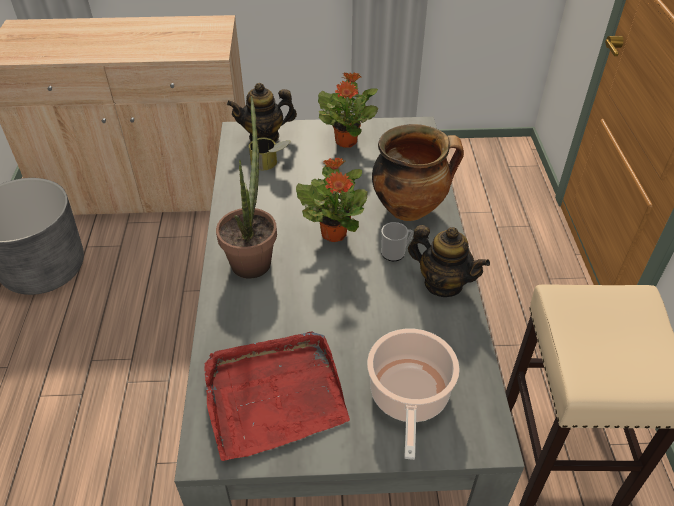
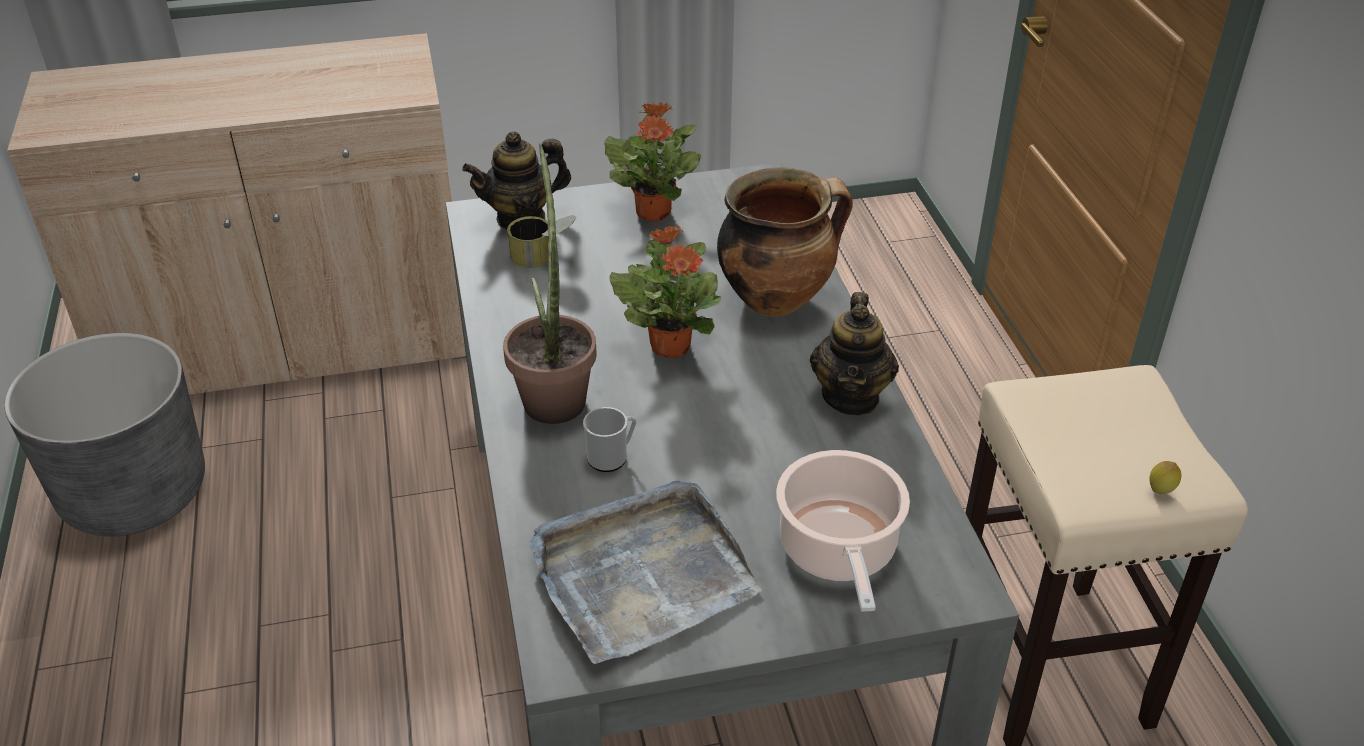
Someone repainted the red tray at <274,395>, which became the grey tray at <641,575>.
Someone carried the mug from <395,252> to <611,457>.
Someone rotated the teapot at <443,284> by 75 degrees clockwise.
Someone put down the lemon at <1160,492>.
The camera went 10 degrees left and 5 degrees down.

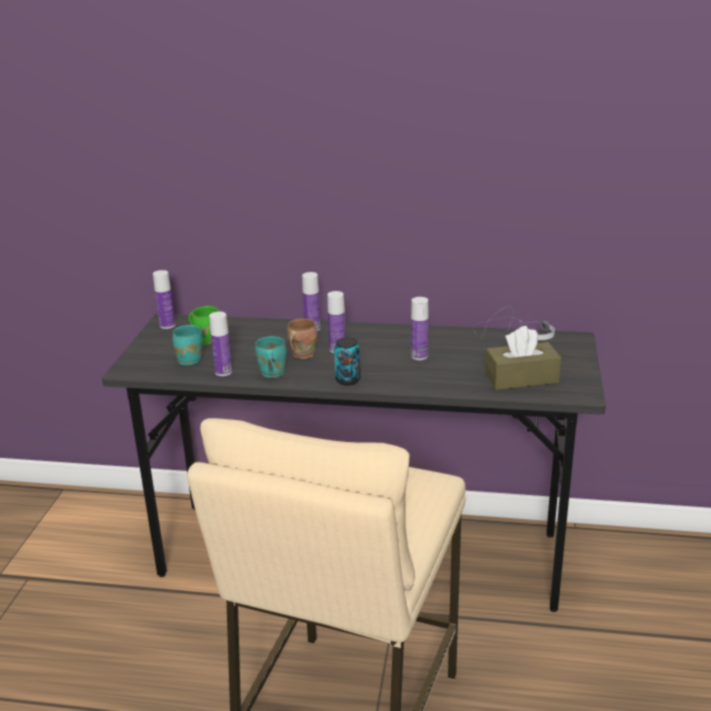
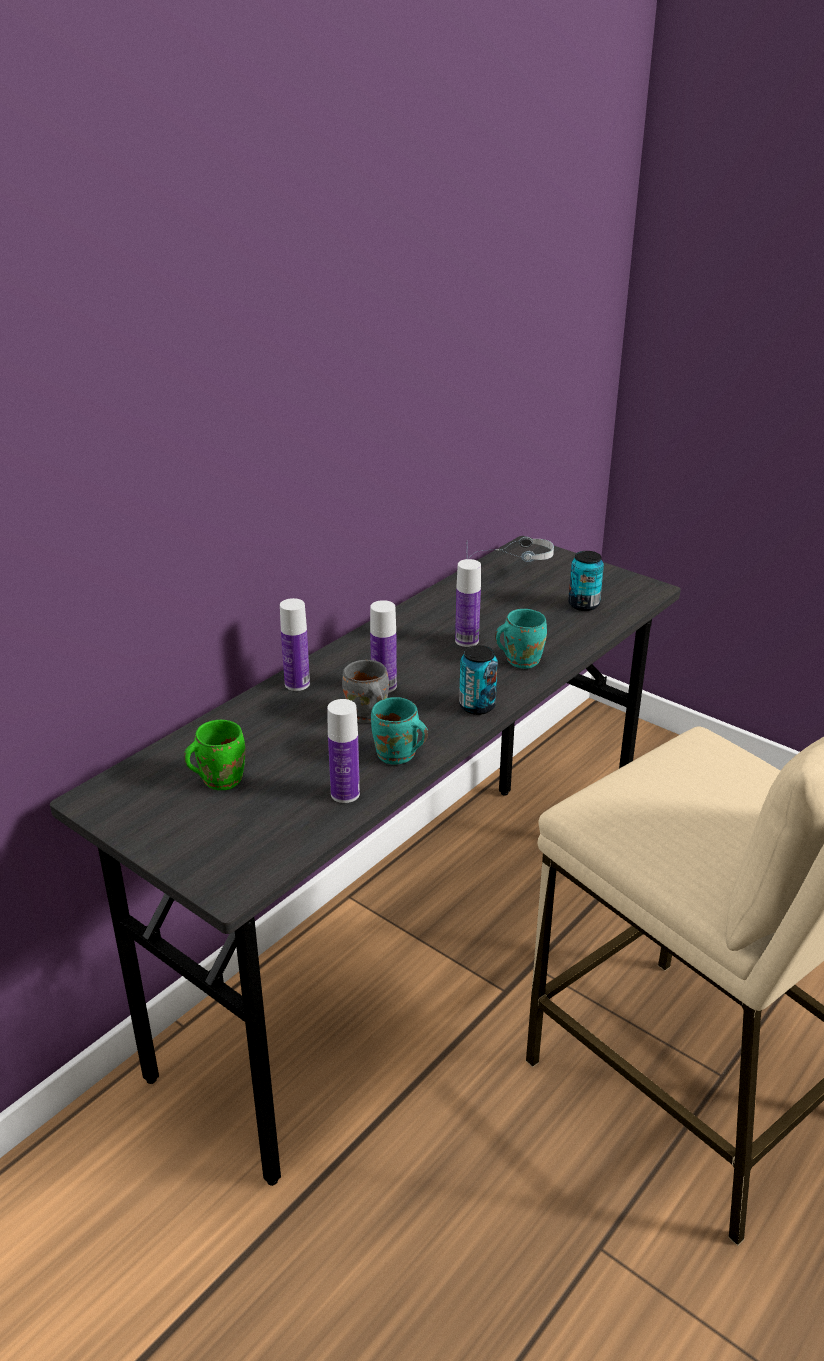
Someone took away the bottle at <167,325>.
Someone carried the turquoise mug from <190,359> to <520,660>.
Someone repainted the brown mug at <301,354>, which became the grey mug at <366,716>.
Someone swapped the brown tissue box at <521,378> for the can at <583,604>.
The camera went 60 degrees left and 5 degrees up.

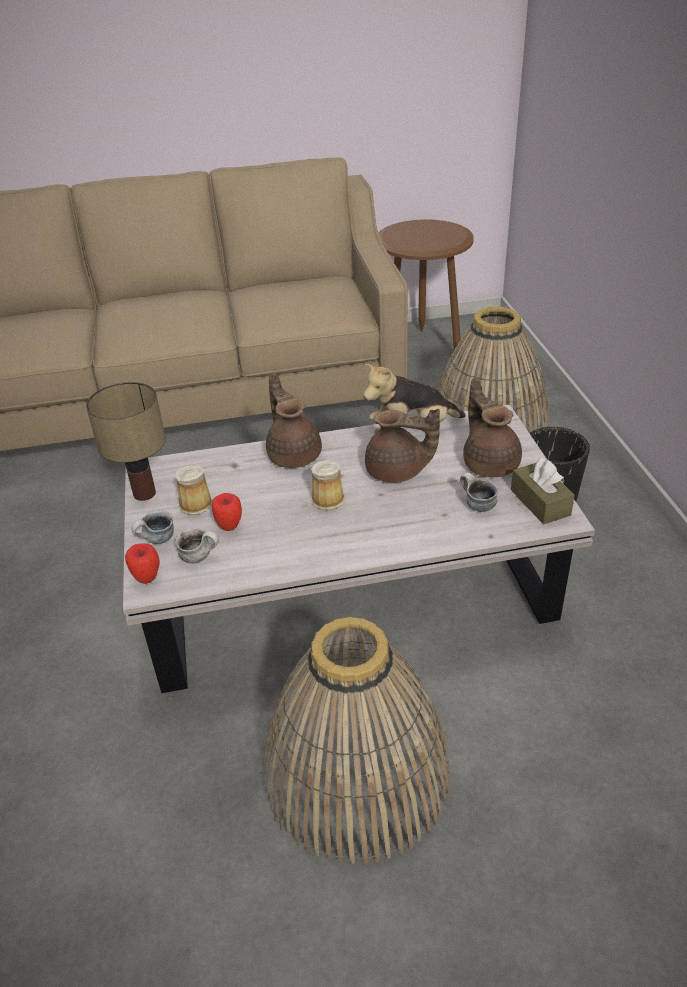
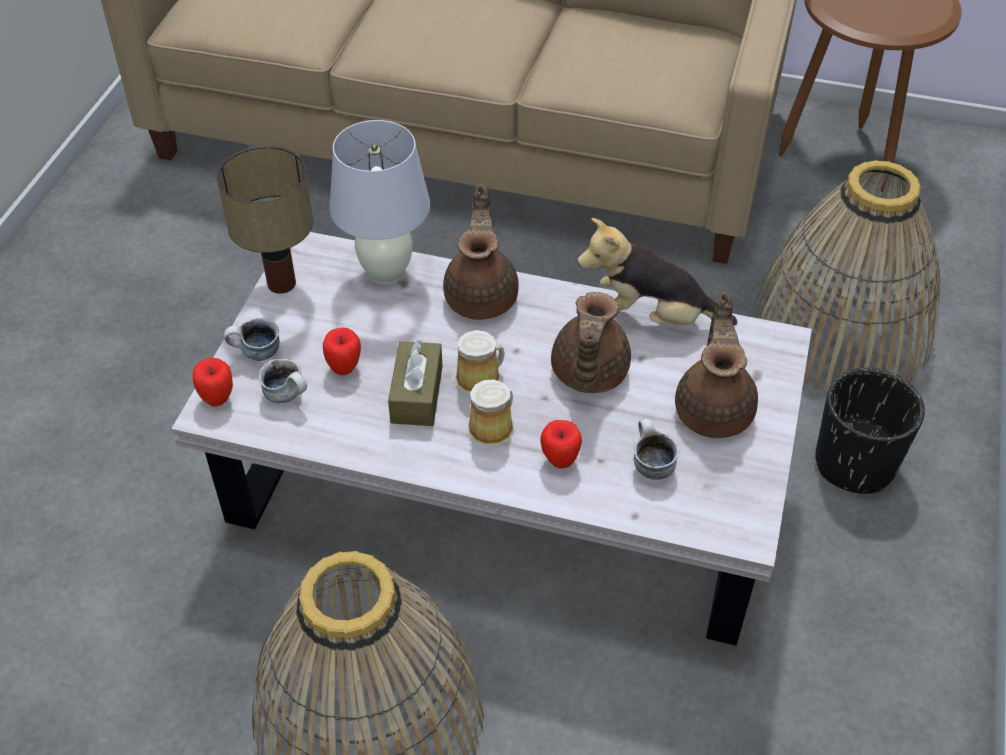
Someone carried the mug from <196,503> to <493,427>.
Someone rotated the brown teapot at <397,472> by 60 degrees clockwise.
Someone carried the brown tissue box from <540,502> to <417,394>.
Someone put down the white table lamp at <385,272>.
Someone put down the apple at <560,461>.
The camera went 25 degrees right and 10 degrees up.

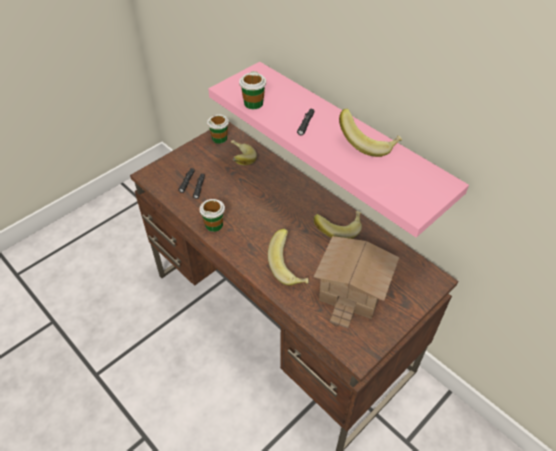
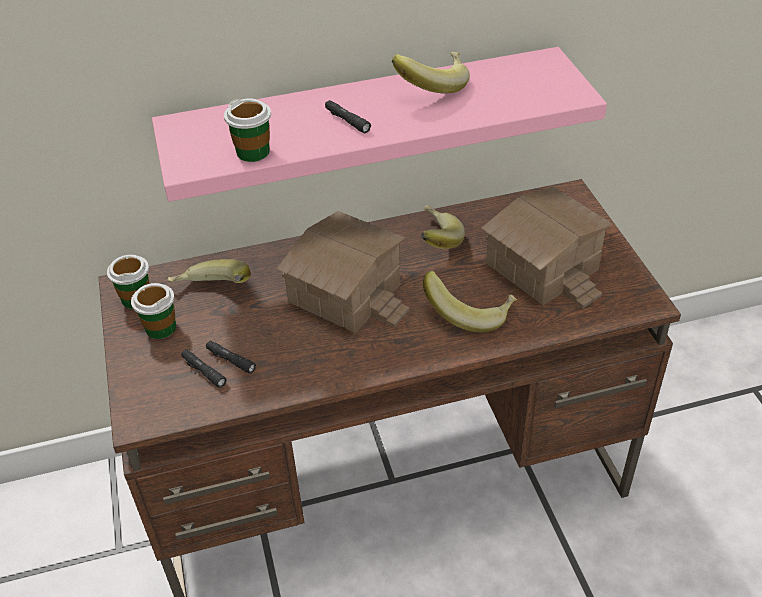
Someone carried the cup from <214,224> to <160,328>.
Someone put down the toy house at <345,292>.
The camera went 60 degrees left and 5 degrees down.

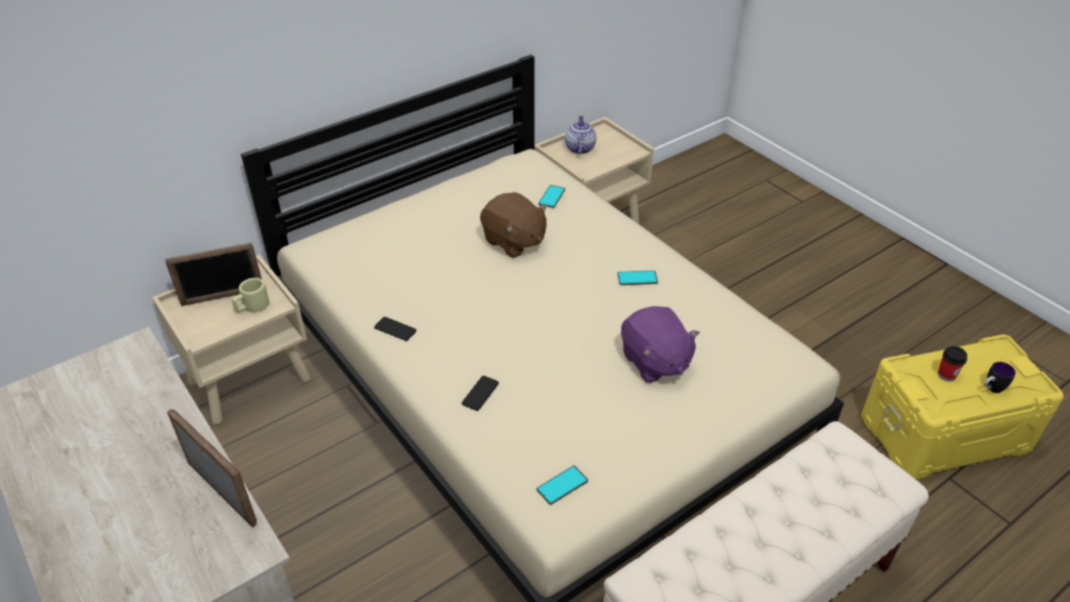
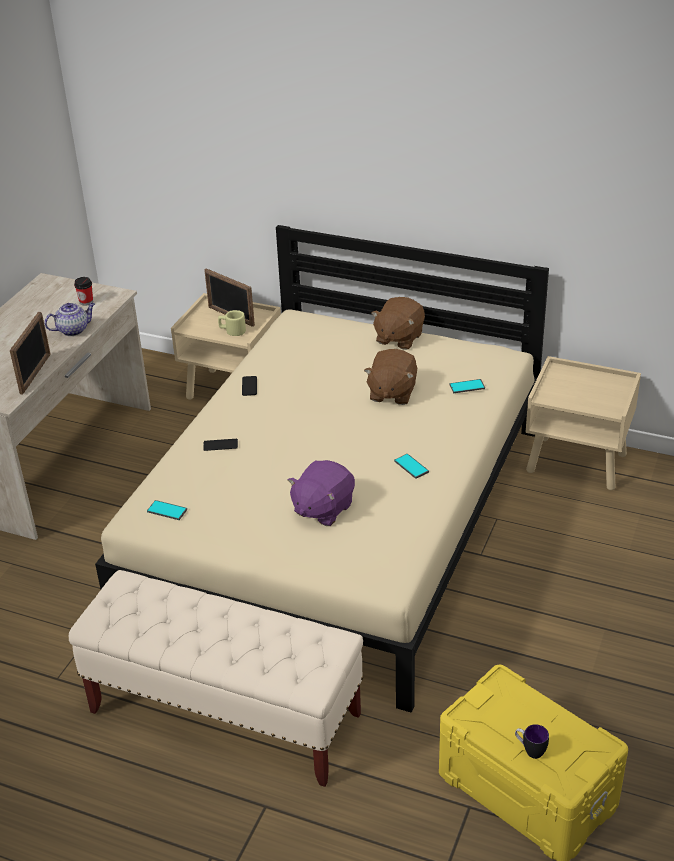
Someone carried the teapot from <579,148> to <73,330>.
Someone carried the cup from <946,375> to <86,302>.
Someone put down the brown plush toy at <398,338>.
The camera went 60 degrees right and 5 degrees down.

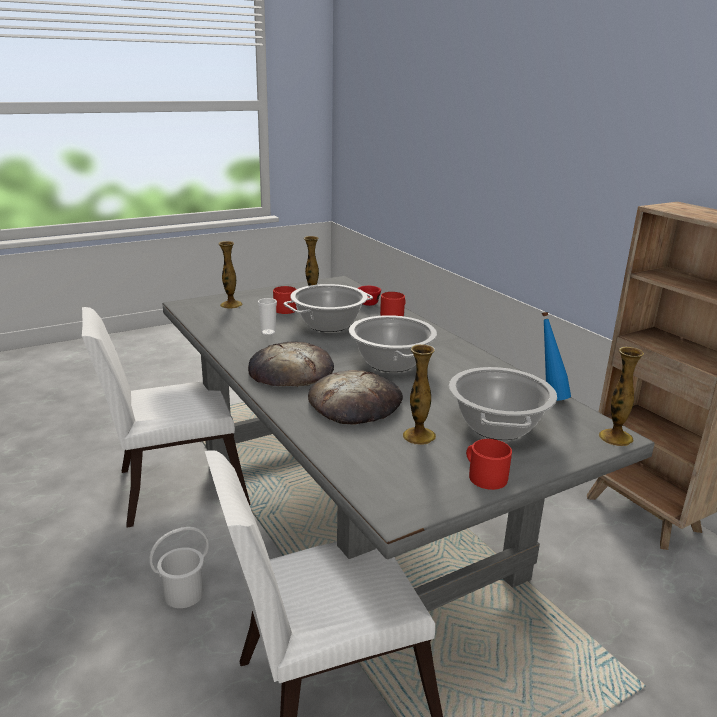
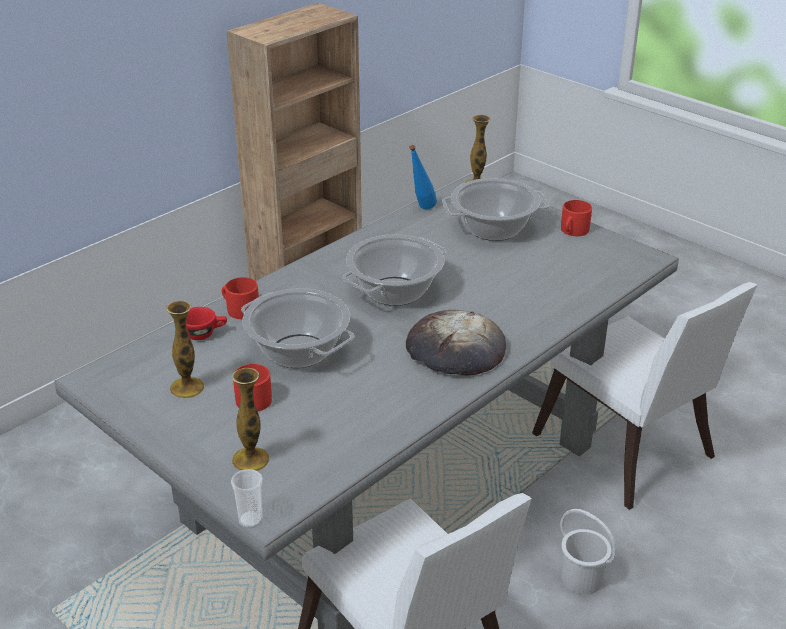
Someone carried the cup from <268,332> to <250,520>.
Someone took away the bread at <355,403>.
Someone took away the vase at <419,436>.
The camera went 105 degrees left and 10 degrees up.

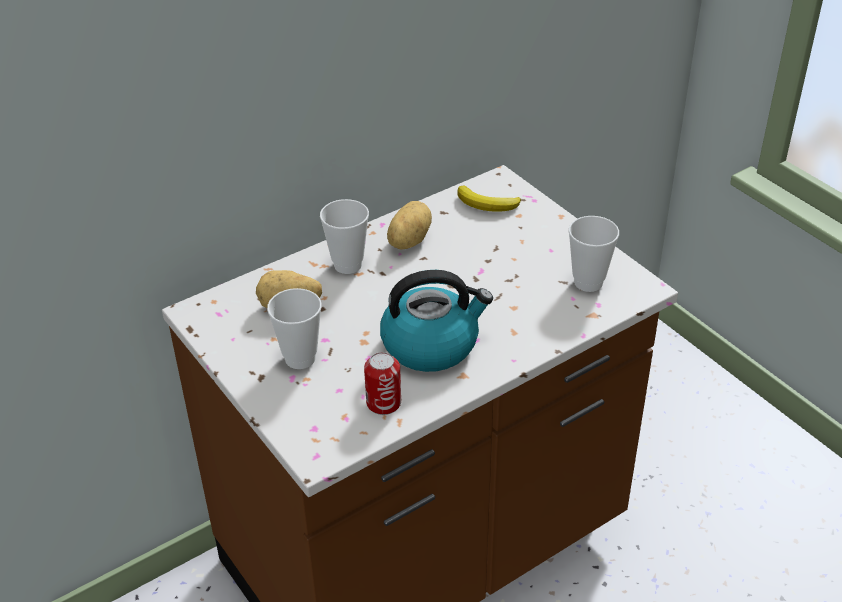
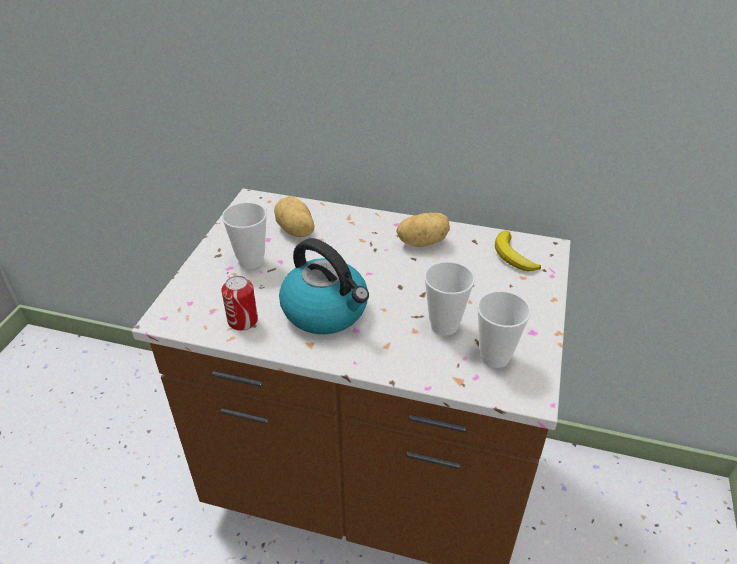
Someone carried the cup from <348,265> to <444,325>.
The camera went 50 degrees right and 0 degrees up.

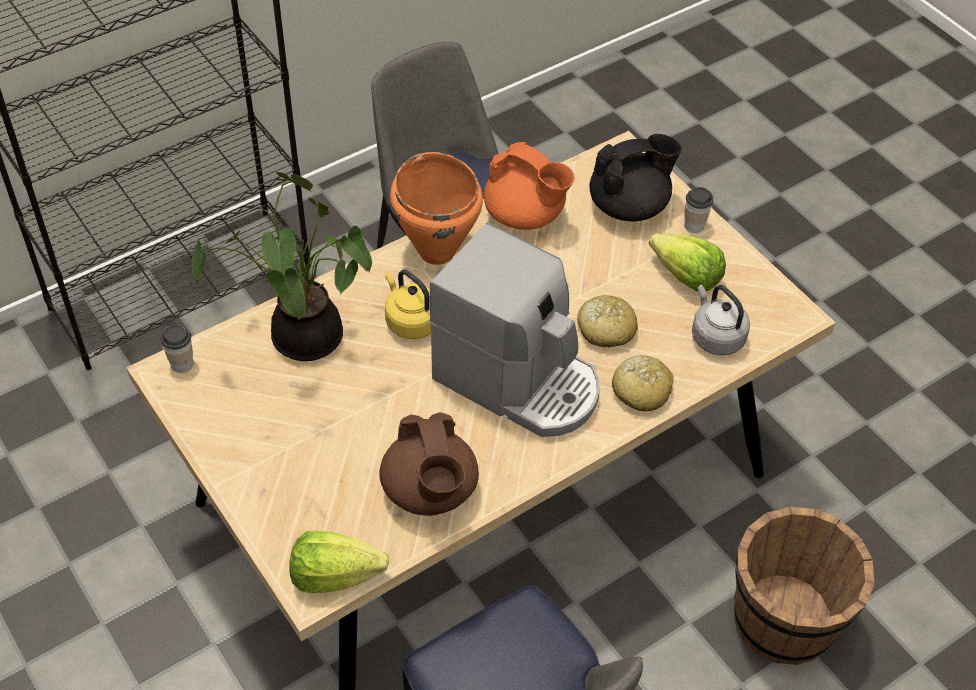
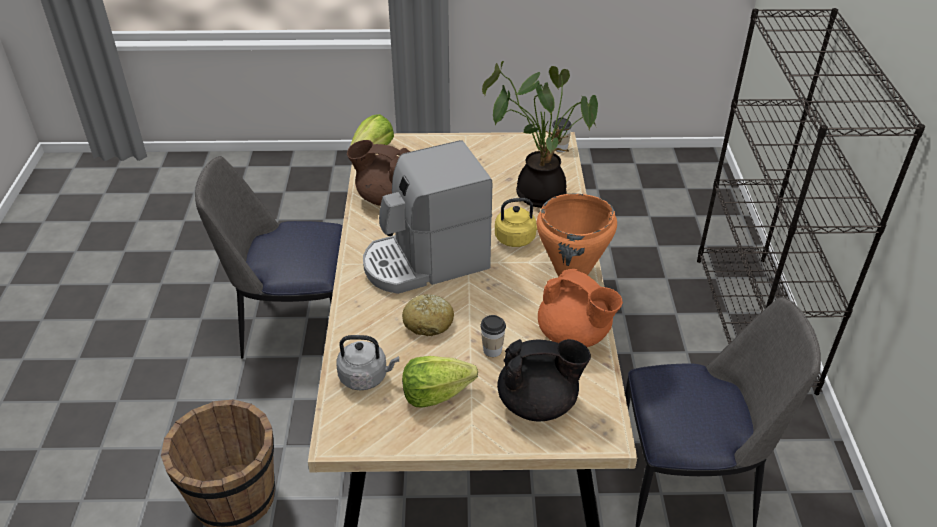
Someone rotated the orange teapot at <525,215> by 120 degrees counterclockwise.
Someone rotated the black teapot at <629,206> by 105 degrees counterclockwise.
Someone took away the bread at <641,390>.
Someone carried the cup from <694,225> to <492,350>.
The camera went 125 degrees right and 10 degrees down.

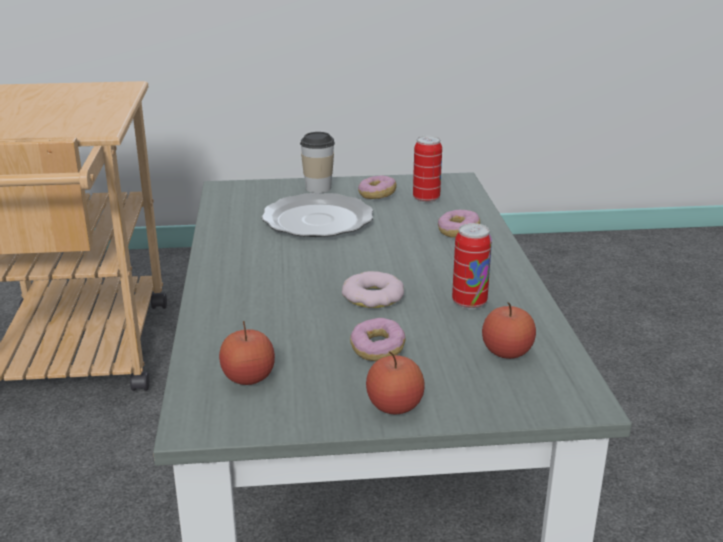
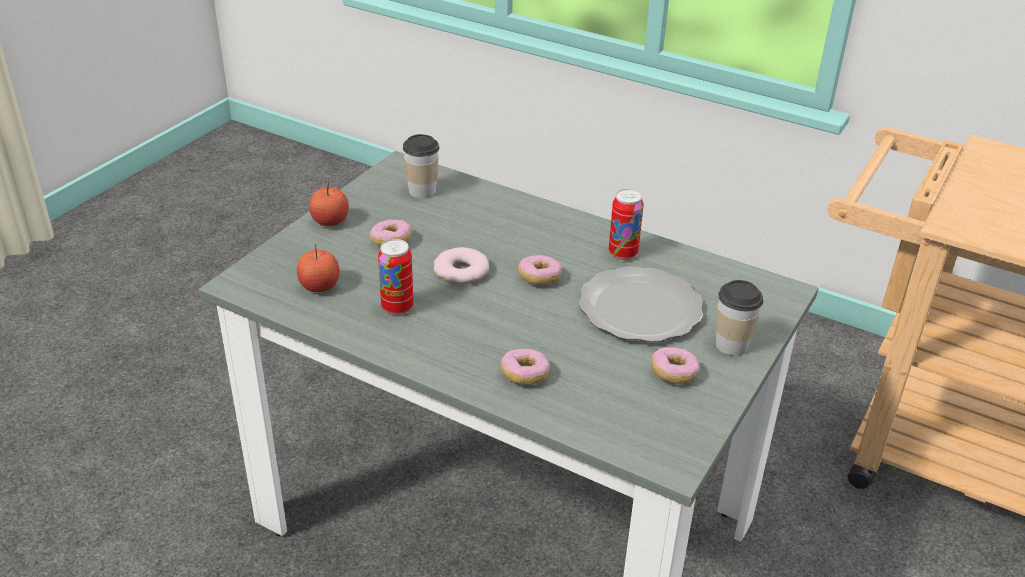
Someone swapped the apple at <248,378> for the cup at <422,191>.
Someone carried the can from <426,199> to <623,253>.
Someone put down the donut at <539,278>.
The camera went 125 degrees right and 10 degrees up.

